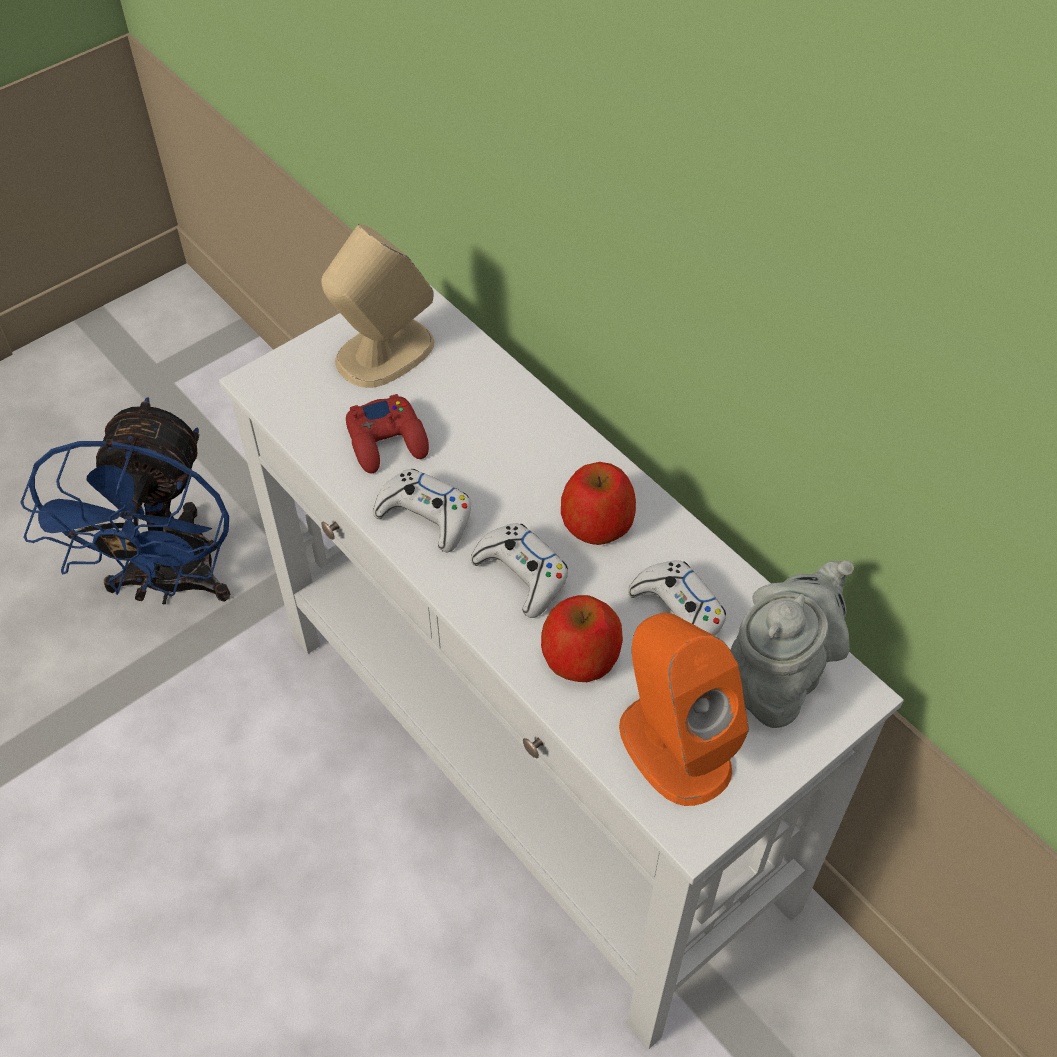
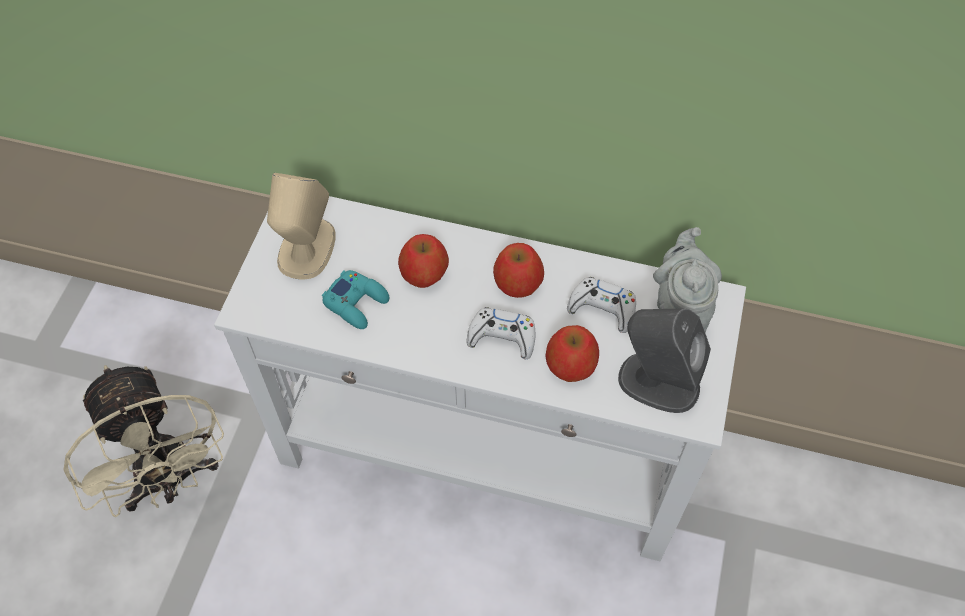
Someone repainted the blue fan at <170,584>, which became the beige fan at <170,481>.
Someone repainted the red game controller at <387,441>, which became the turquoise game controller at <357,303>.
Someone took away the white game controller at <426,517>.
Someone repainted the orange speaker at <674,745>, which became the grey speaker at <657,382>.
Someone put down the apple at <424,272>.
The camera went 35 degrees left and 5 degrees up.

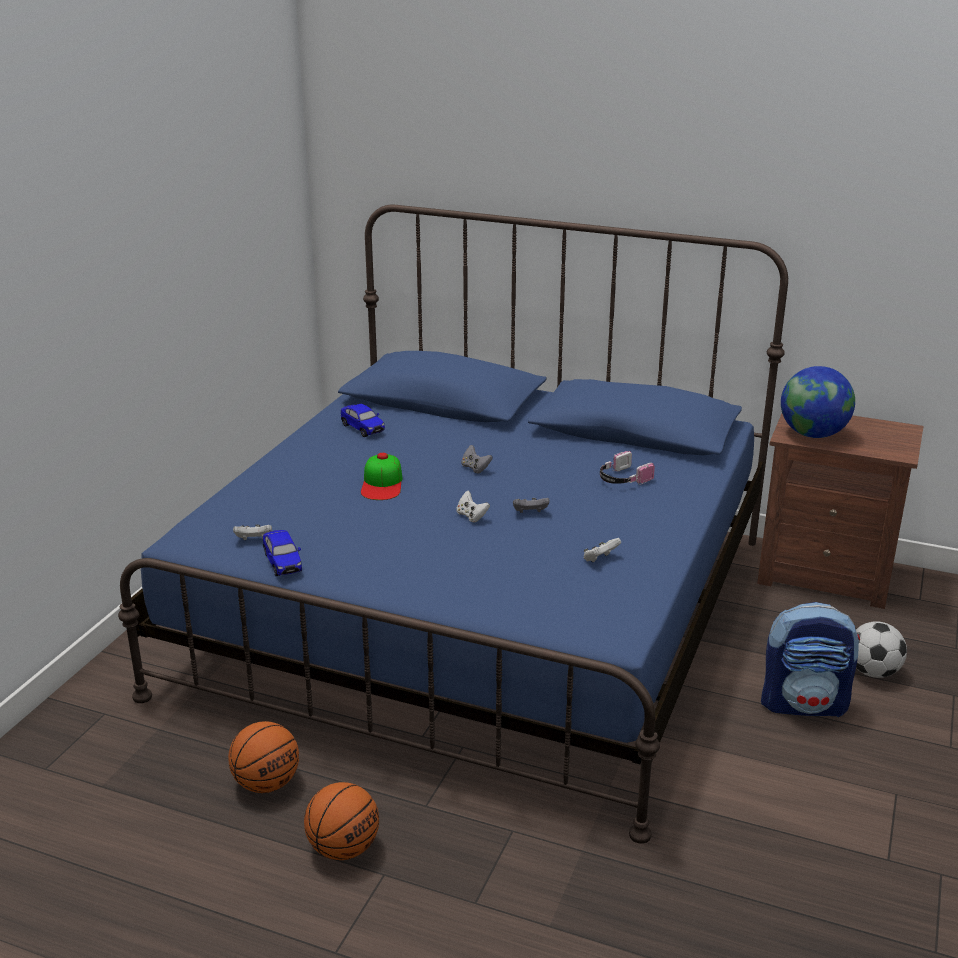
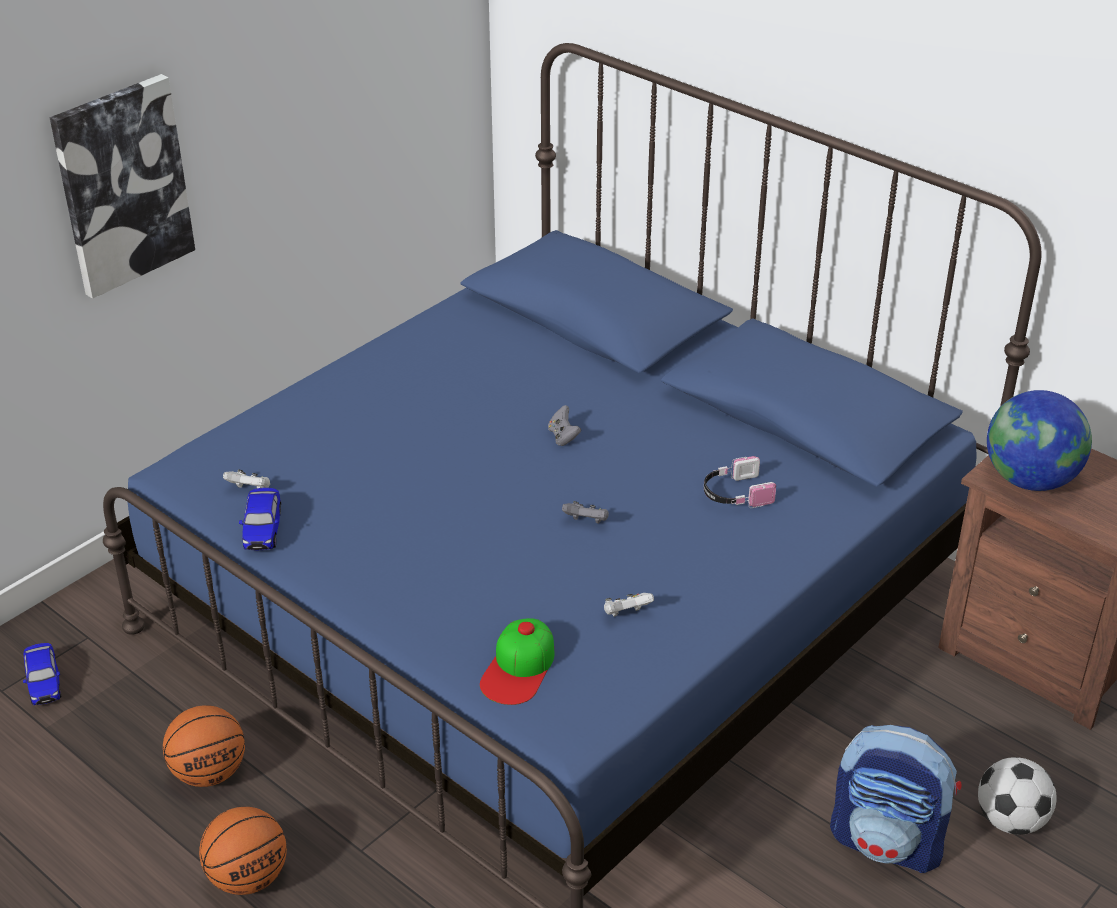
Someone carried the toy car from <363,429> to <44,684>.
Someone carried the cap from <382,483> to <519,668>.
Someone took away the white game controller at <471,516>.
Someone put up the picture at <122,185>.
The camera went 20 degrees right and 10 degrees up.

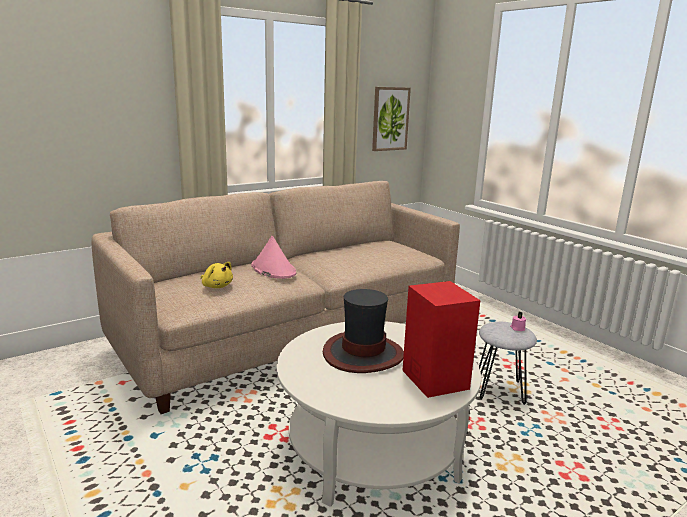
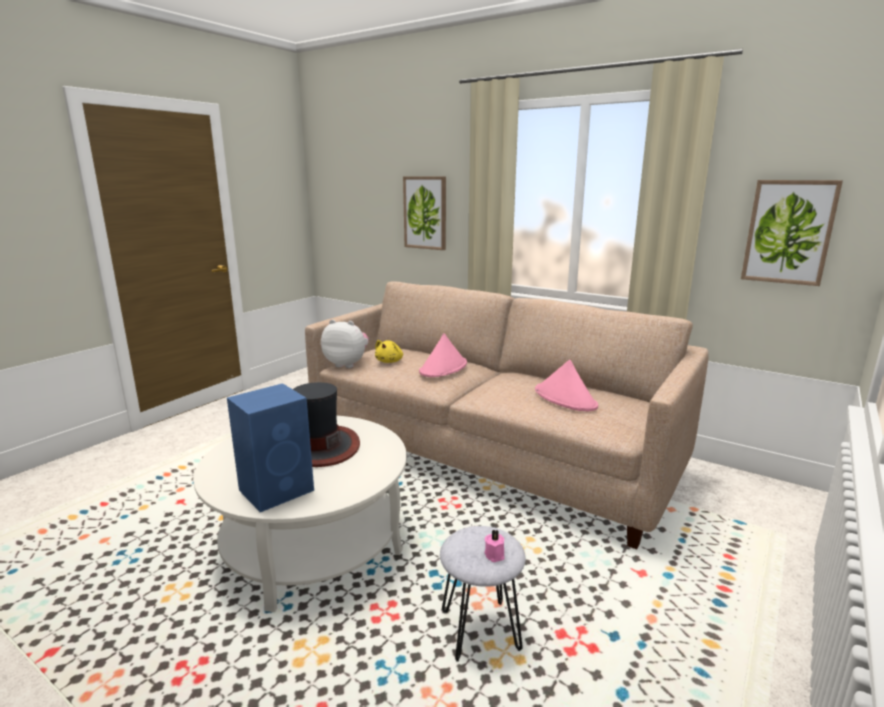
Someone repainted the red speaker at <434,378>, which became the blue speaker at <278,489>.
Someone put down the plush toy at <347,364>.
Someone put up the picture at <425,213>.
Someone put down the pink hat at <565,398>.
The camera went 70 degrees right and 0 degrees up.

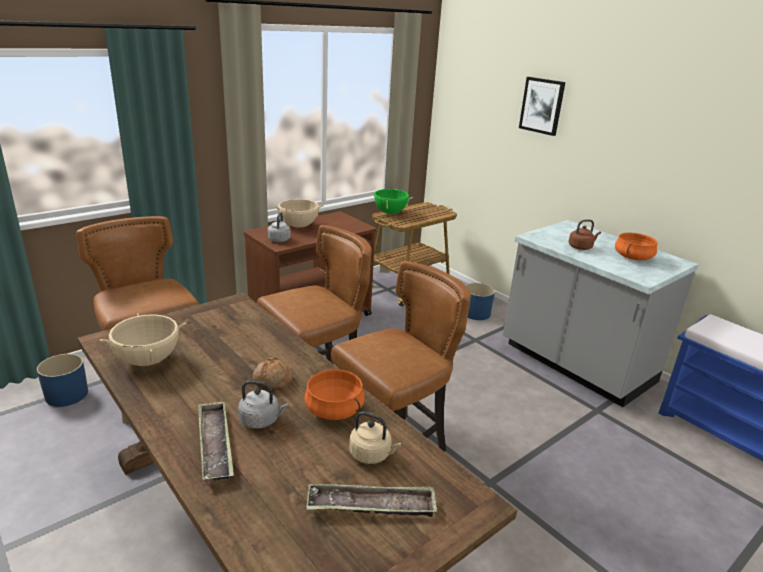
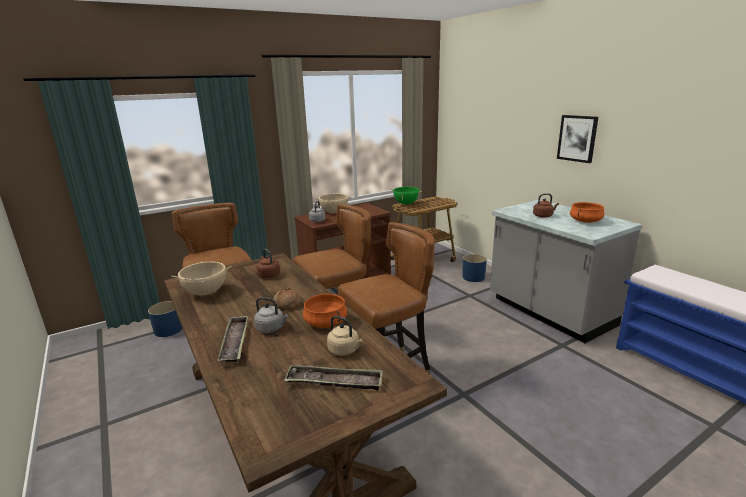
Someone carried the picture from <542,106> to <577,138>.
Someone put down the brown kettle at <268,275>.
The camera went 10 degrees right and 5 degrees down.

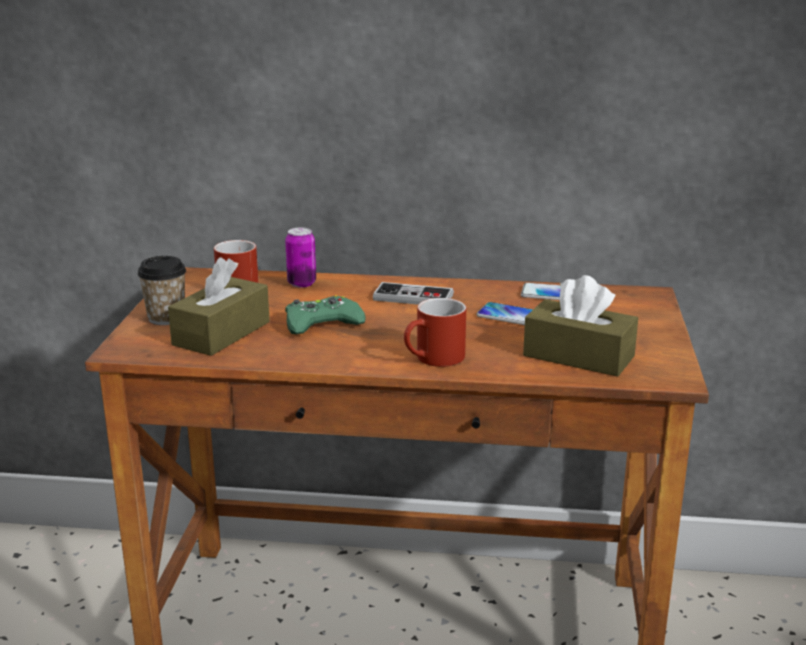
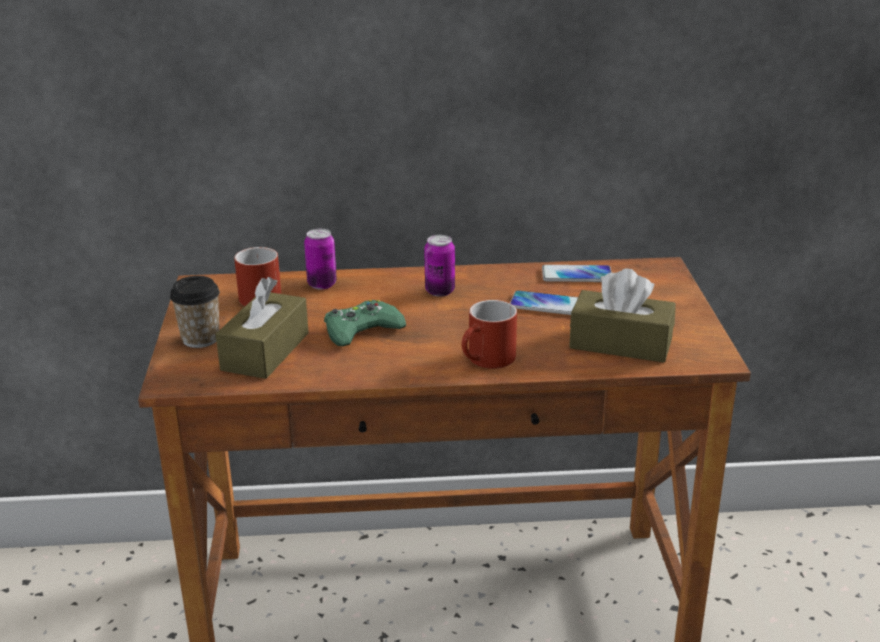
Someone swapped the game controller at <413,297> for the can at <440,291>.
The camera went 10 degrees left and 5 degrees up.

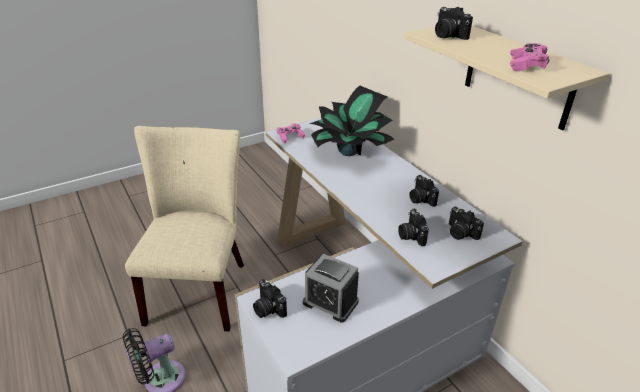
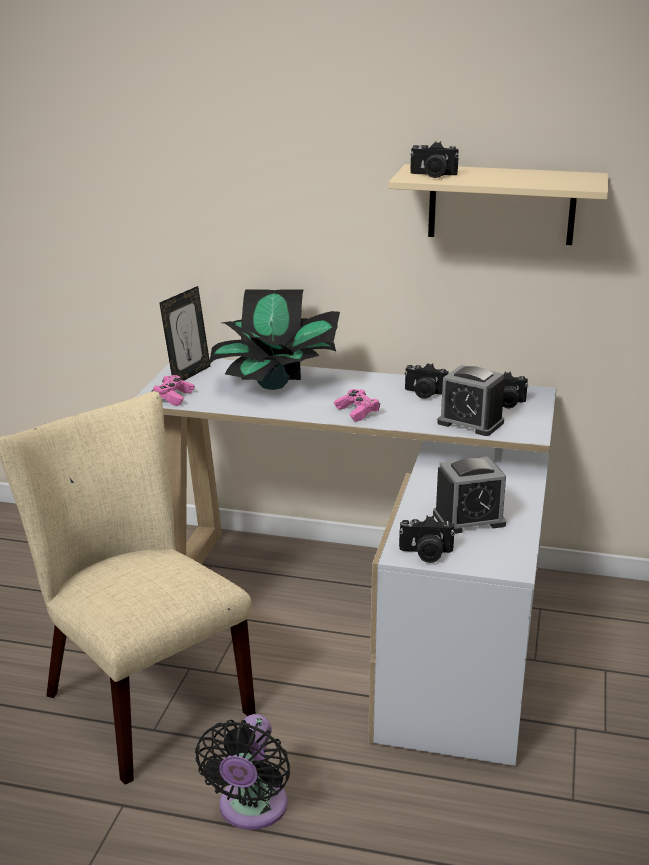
Someone swapped the photo camera at <411,235> for the alarm clock at <470,423>.
Someone carried the pink game controller from <526,65> to <357,412>.
Someone put down the picture frame at <188,375>.
The camera went 45 degrees left and 10 degrees down.

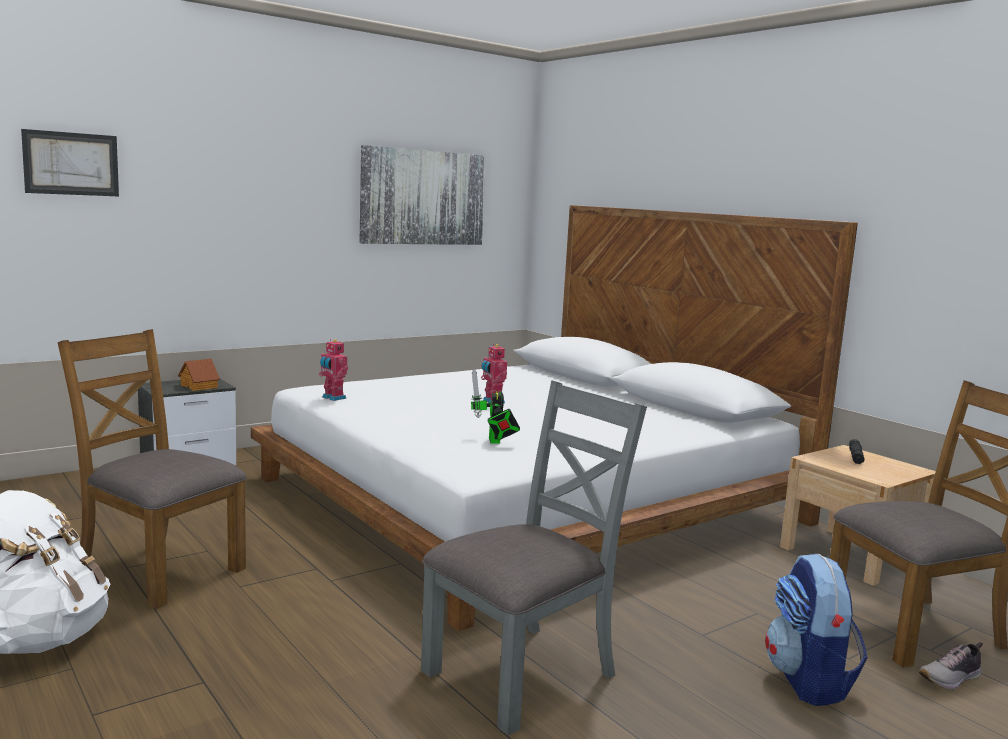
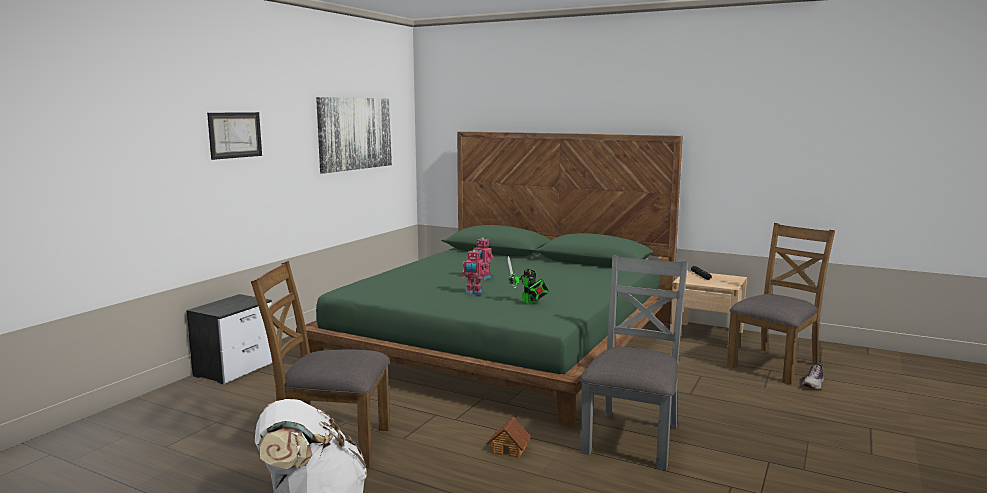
Someone carried the picture from <71,163> to <235,135>.
Someone carried the toy house from <199,386> to <509,449>.
Someone repainted the white bed at <526,500>, which became the green bed at <503,342>.
Someone carried the toy robot from <333,398> to <473,293>.
Someone took away the backpack at <809,681>.
The camera went 25 degrees left and 0 degrees up.

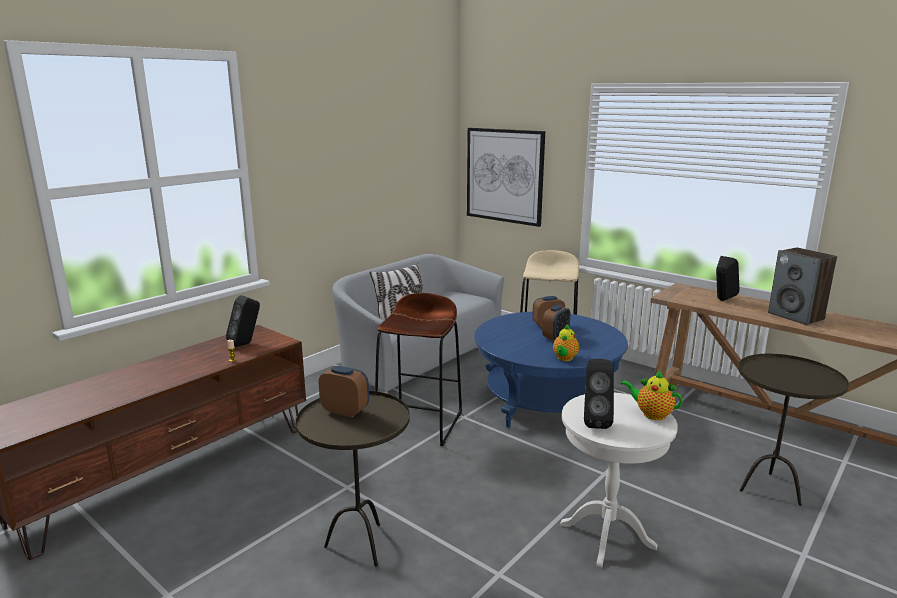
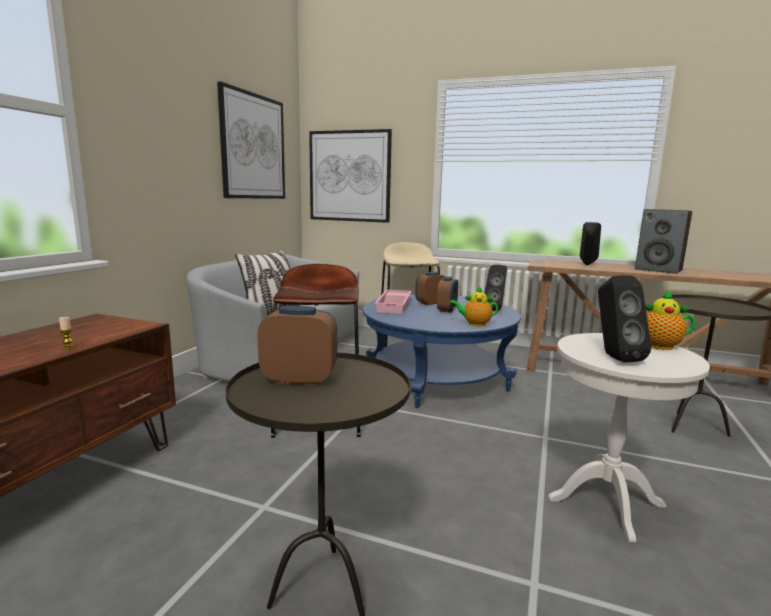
Someone carried the black speaker from <246,344> to <495,310>.
Someone rotated the teapot at <564,358> by 90 degrees clockwise.
Someone put up the picture at <253,147>.
Someone put down the pink tray at <395,305>.
The camera went 20 degrees left and 5 degrees down.

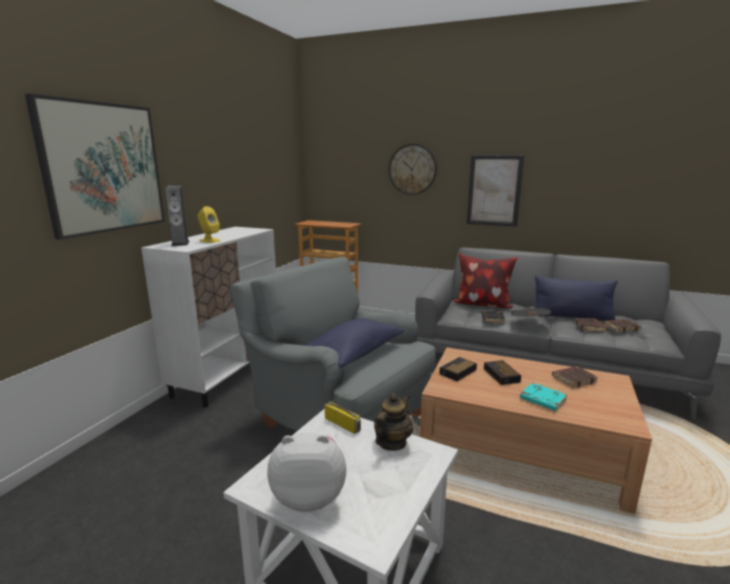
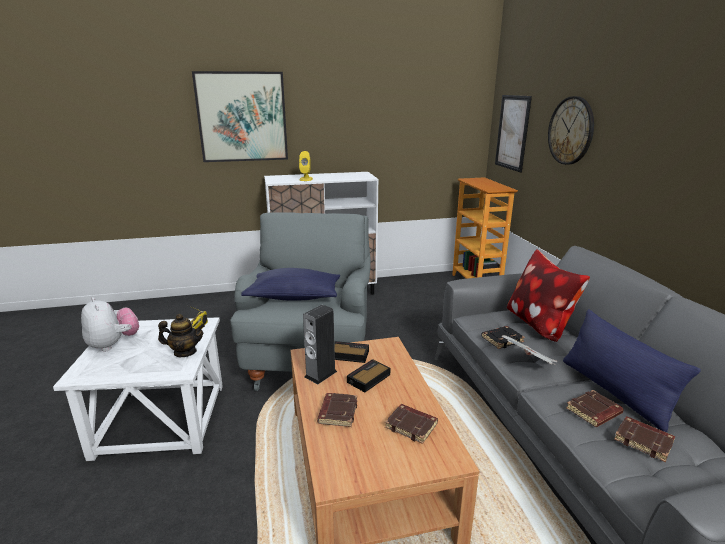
Someone carried the speaker from <180,243> to <320,374>.
Someone carried the picture from <494,190> to <512,132>.
Someone repainted the turquoise book at <542,400>, which became the brown book at <337,412>.
The camera went 55 degrees right and 5 degrees up.

